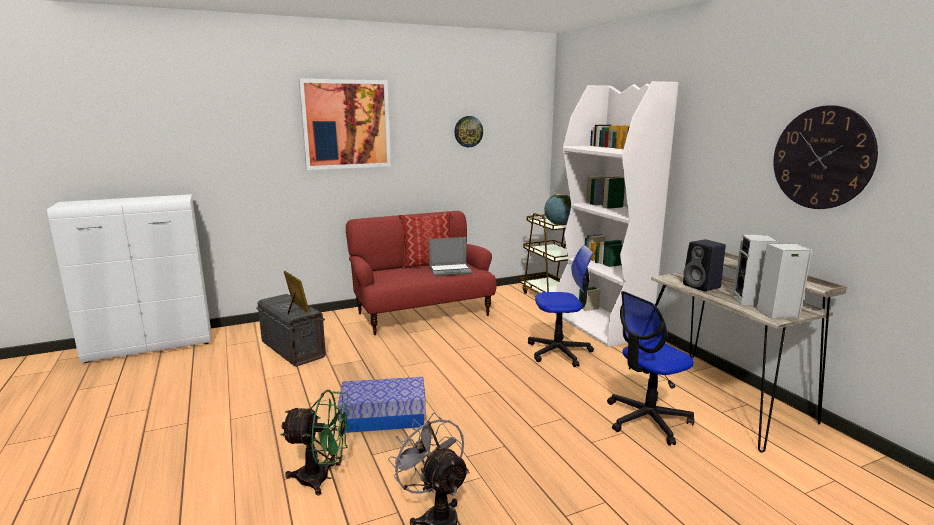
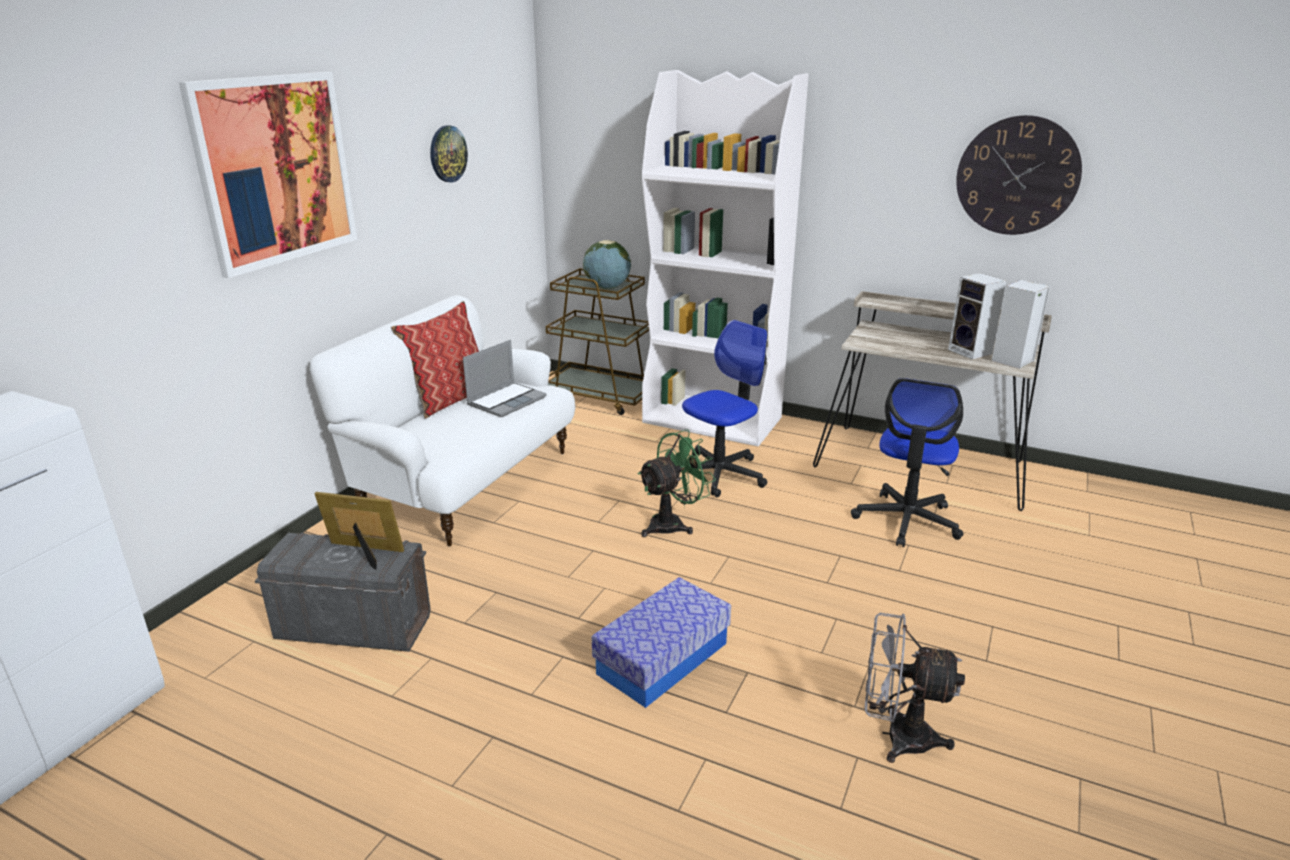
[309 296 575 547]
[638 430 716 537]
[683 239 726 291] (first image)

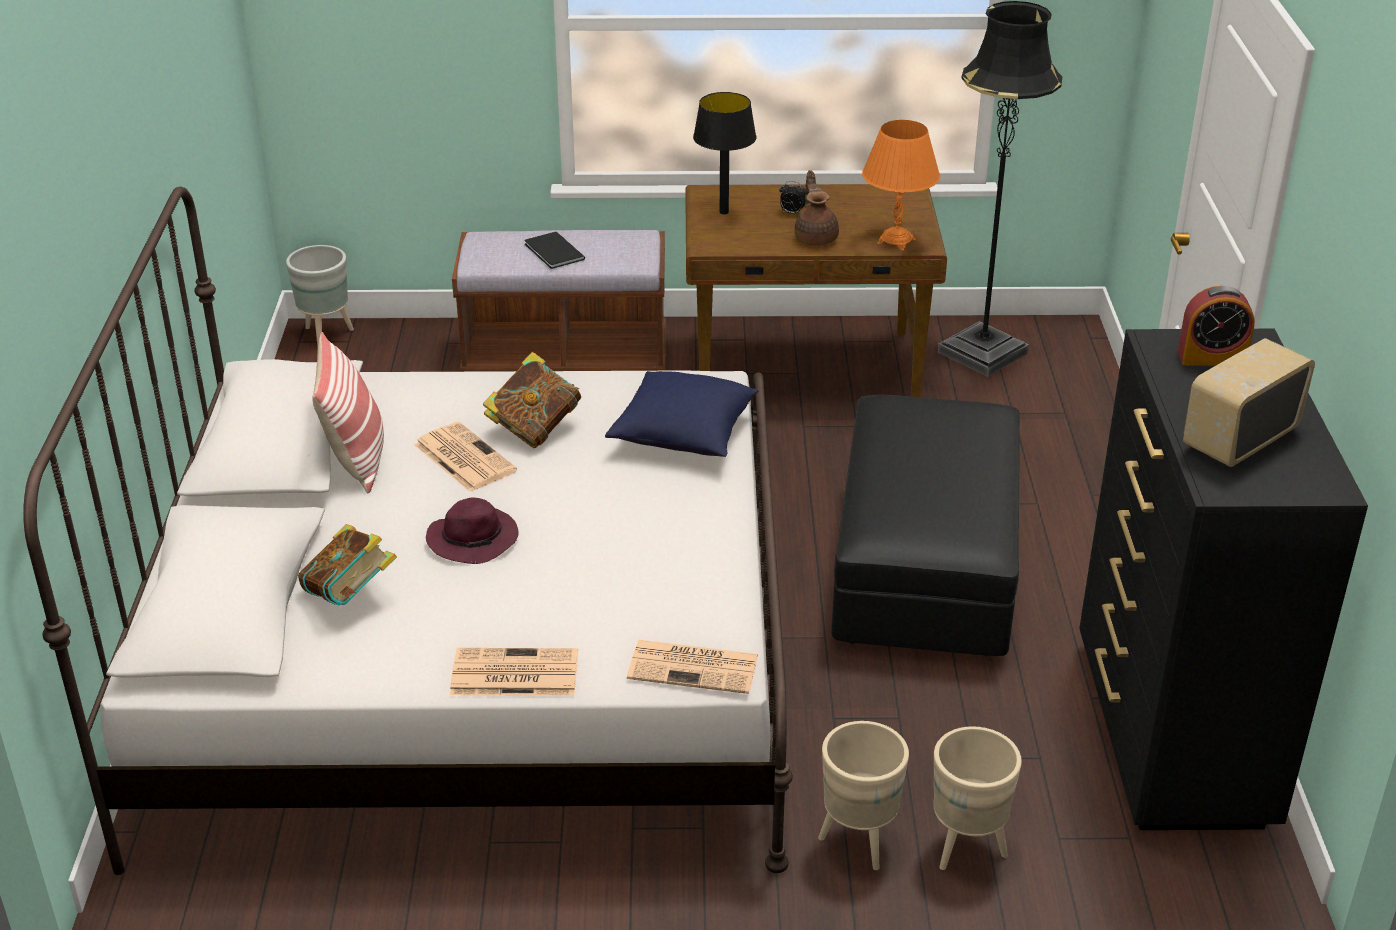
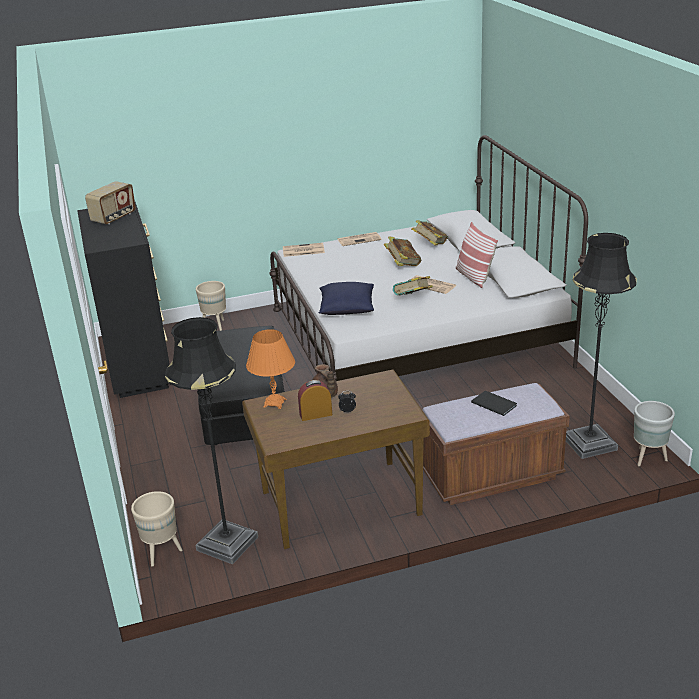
[131 491 182 566]
[298 380 332 421]
[384 237 421 266]
[566 233 637 459]
[693 92 756 214] (first image)

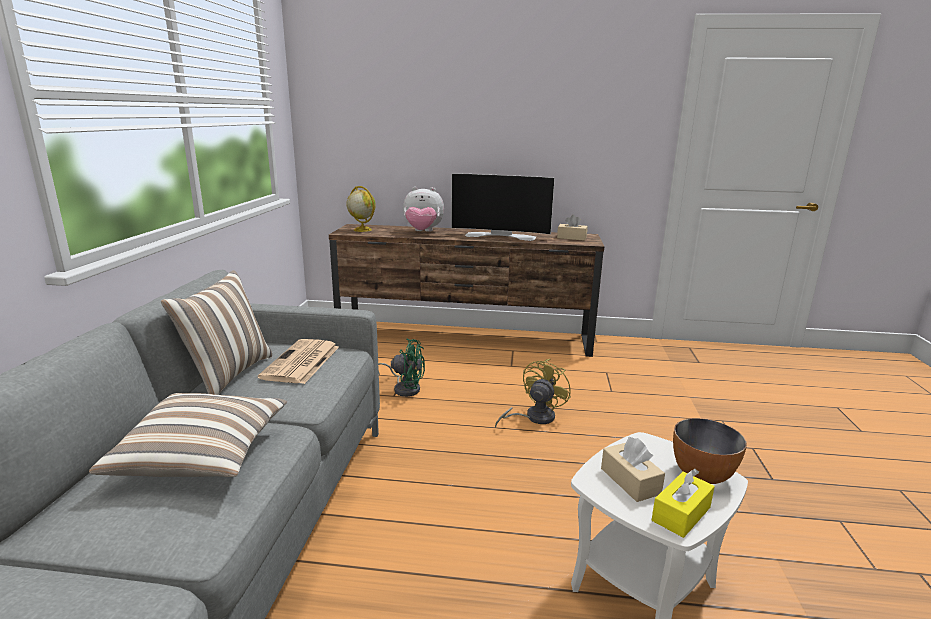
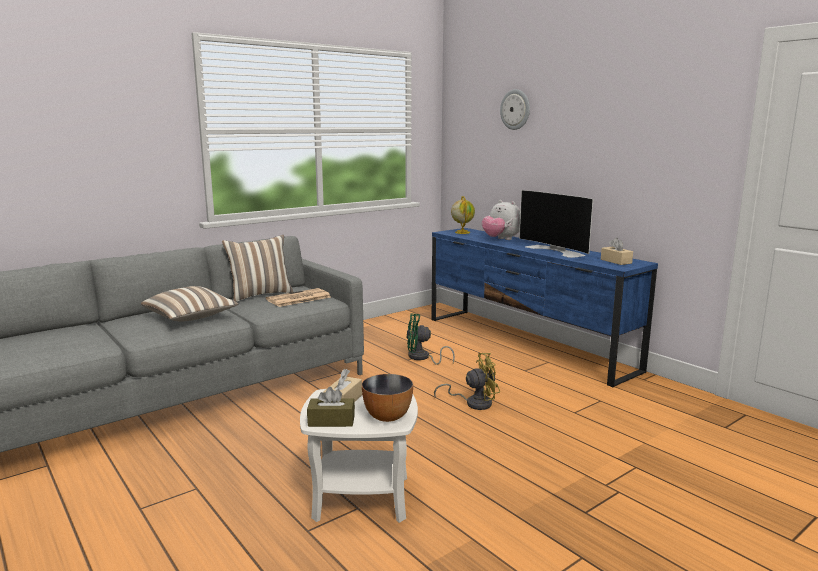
[307 387 355 427]
[406 314 455 365]
[432 228 658 387]
[500 89 530 130]

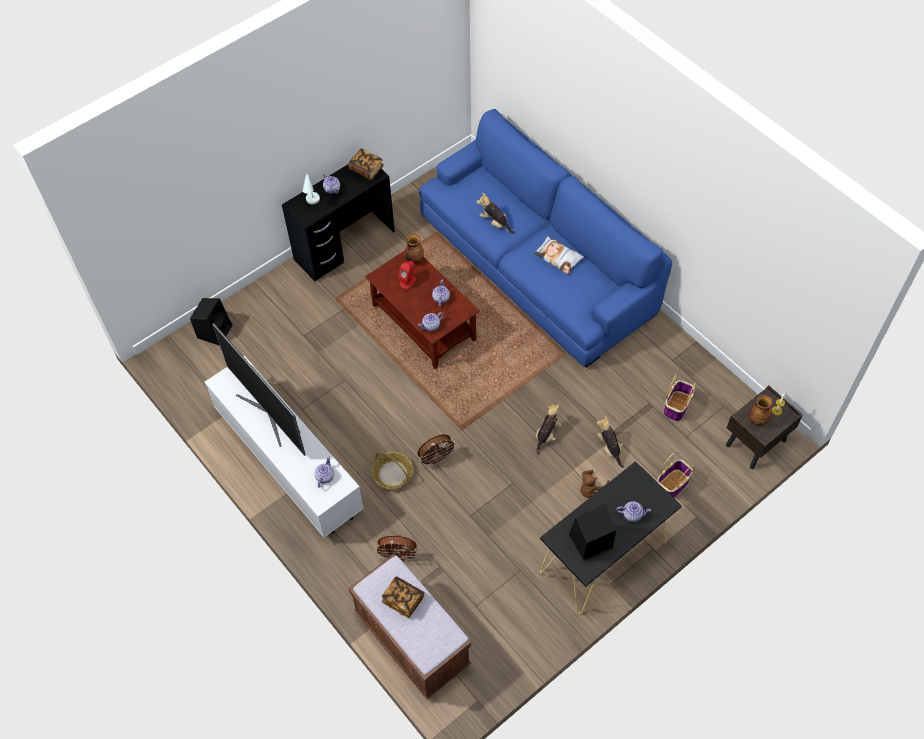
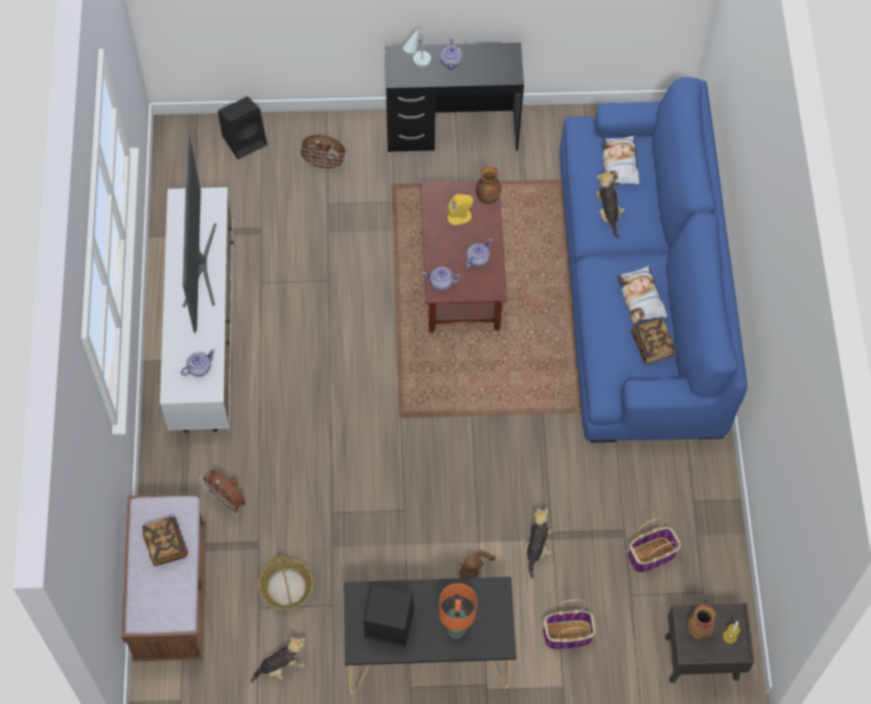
[251 636 305 683]
[258 554 314 610]
[297 135 347 172]
[439 583 477 639]
[447 194 473 225]
[602 135 639 185]
[631 318 675 365]

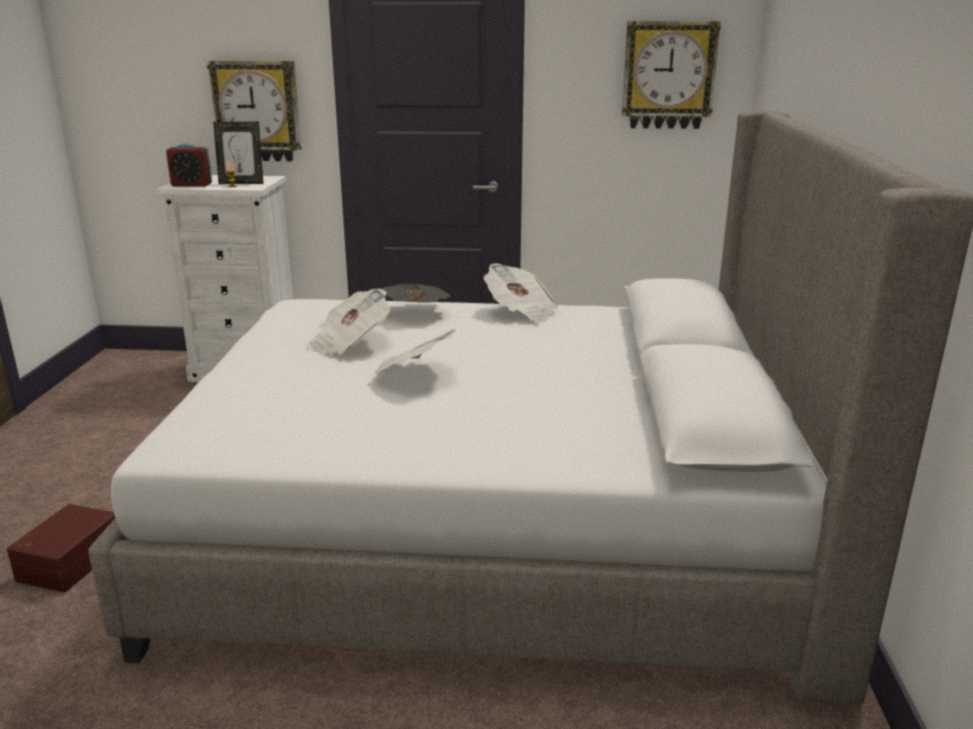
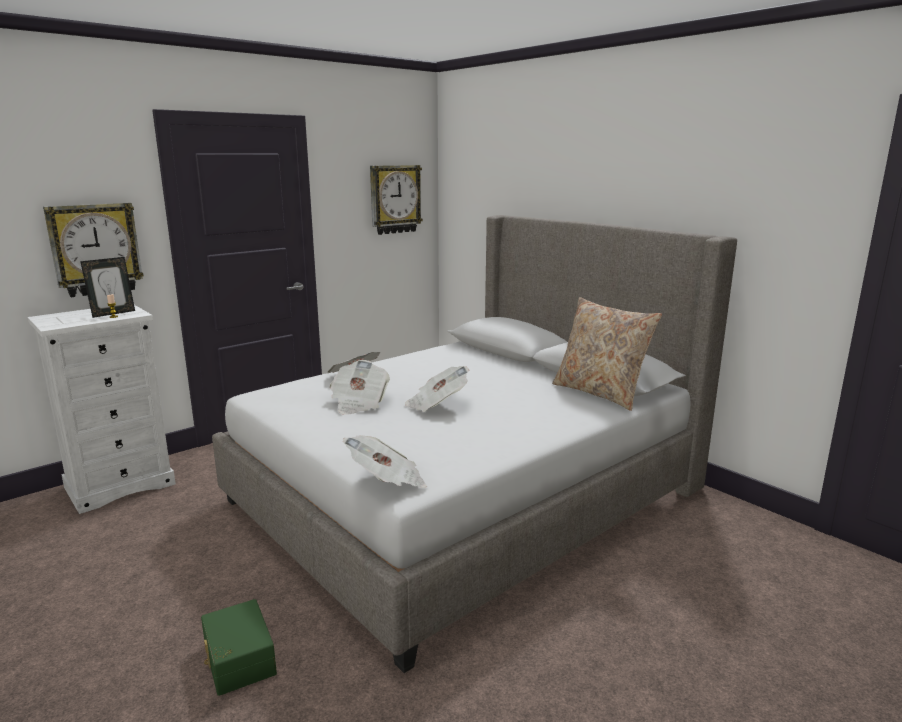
[201 599 277 696]
[343 436 427 488]
[552 297 662 411]
[166 143 212 187] (first image)

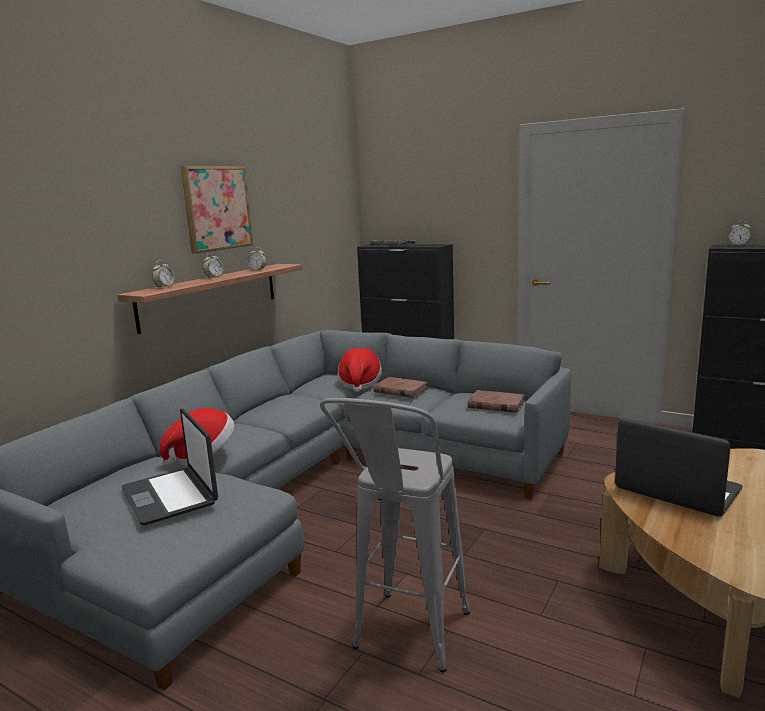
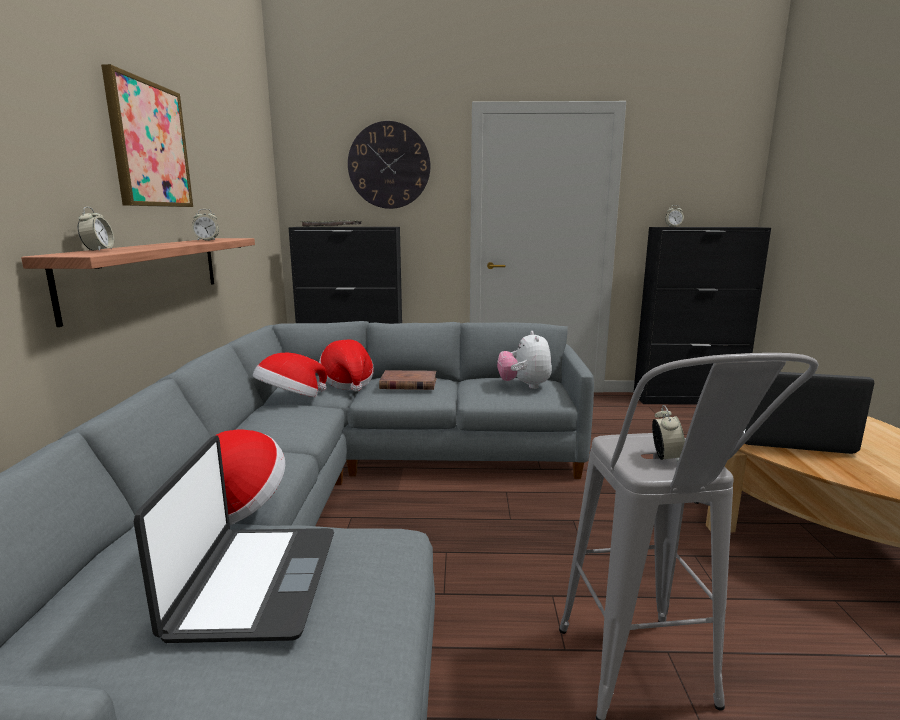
[134 435 334 643]
[253 353 327 397]
[348 121 430 209]
[497 331 552 389]
[652 405 685 463]

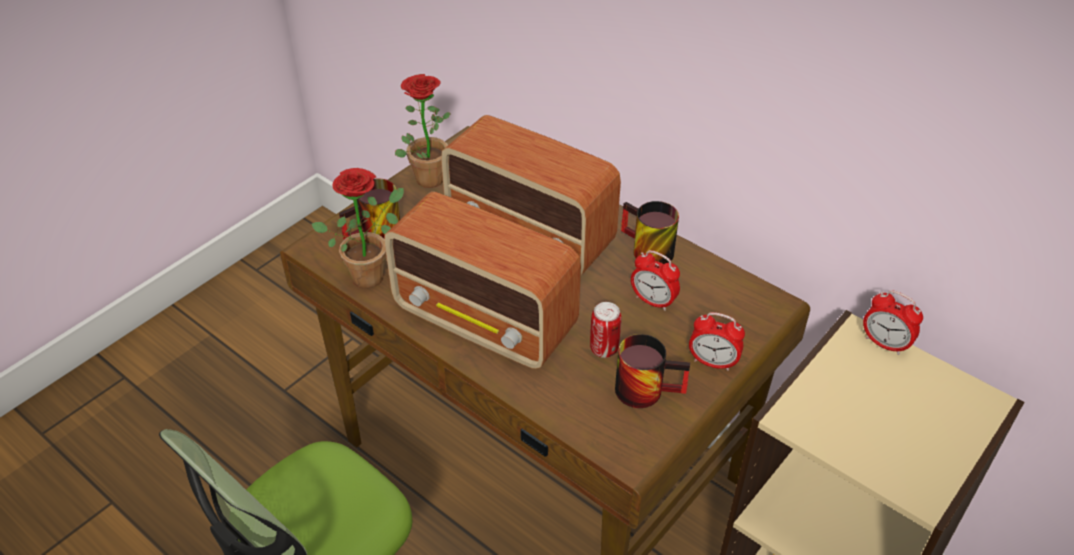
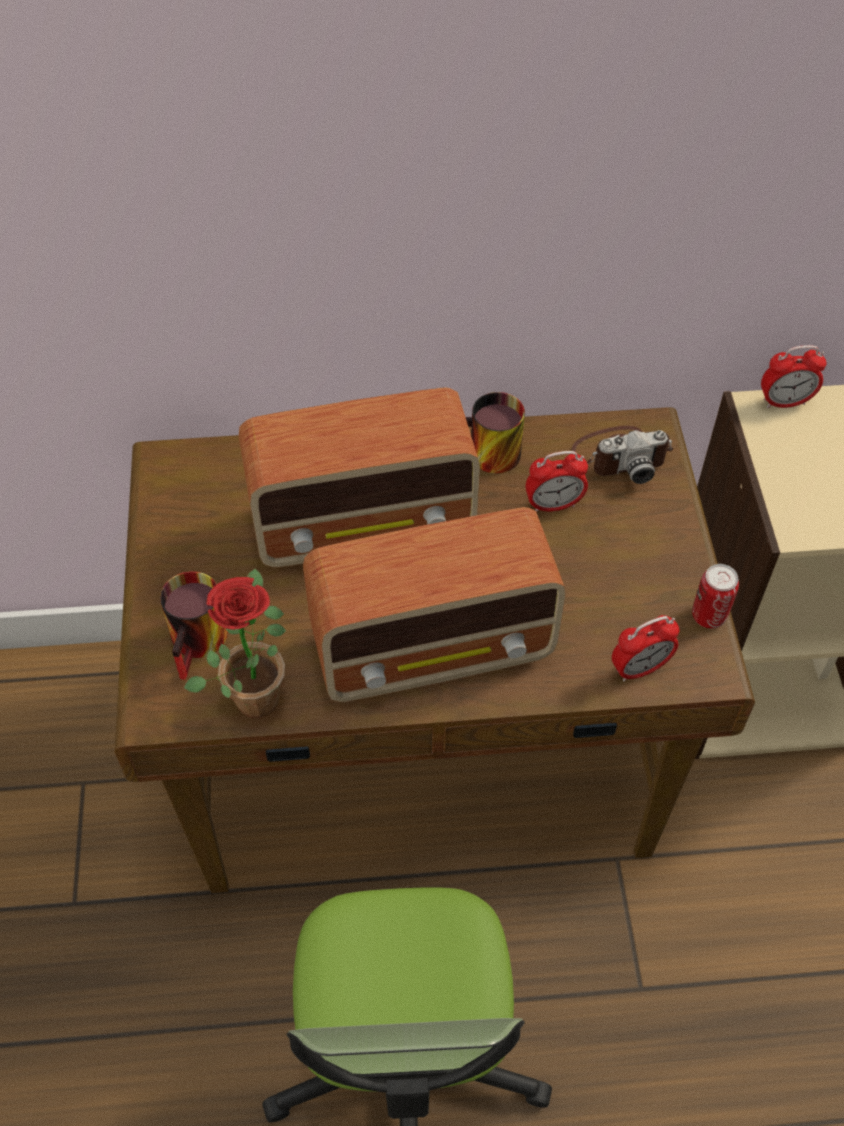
[572 426 673 484]
[612 615 679 682]
[692 564 739 629]
[395 74 451 188] (first image)
[615 334 690 408] (first image)

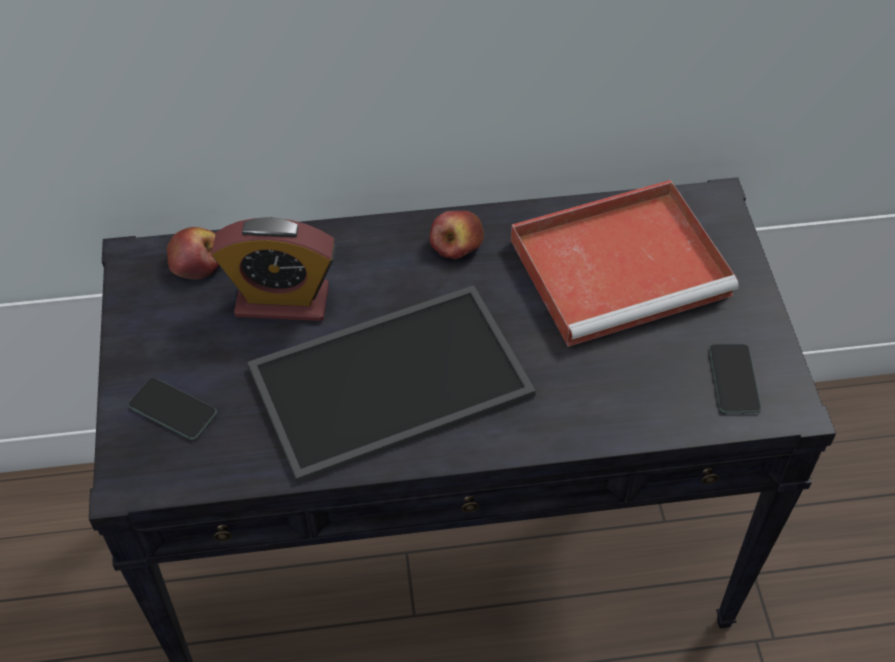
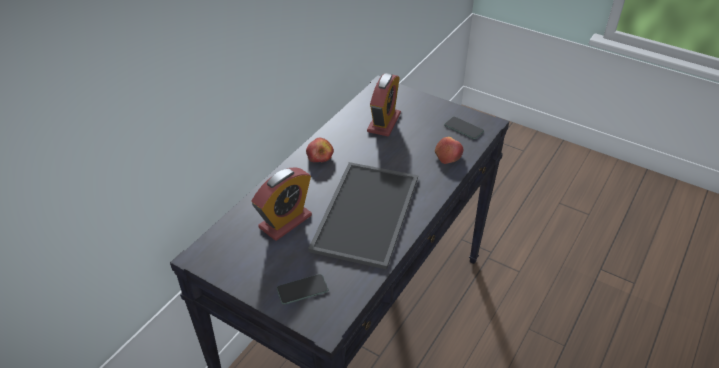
[367 73 401 136]
[435 137 463 164]

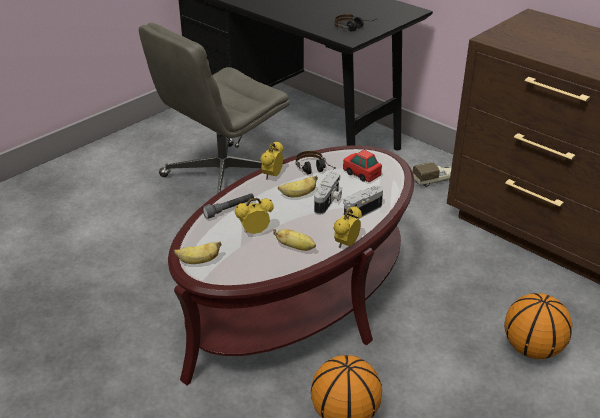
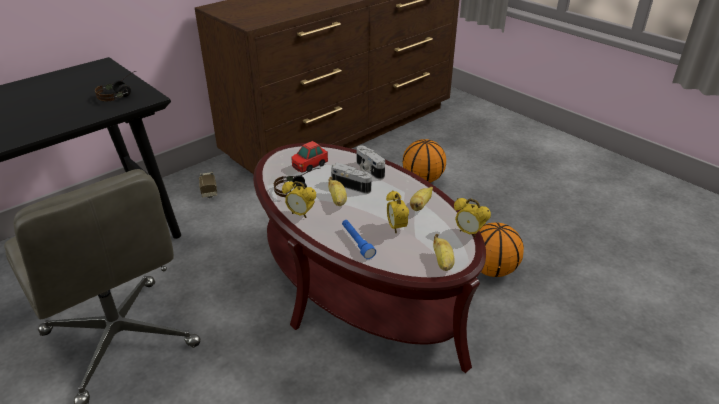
[342 220 376 259]
[454 198 491 238]

